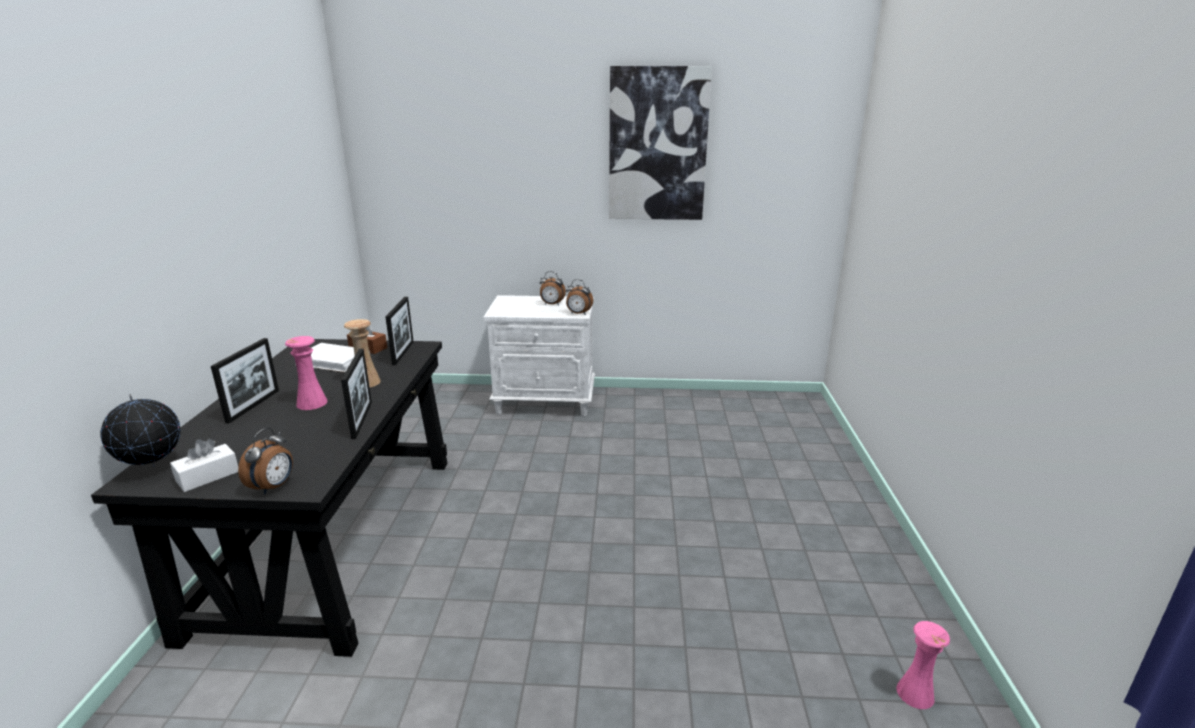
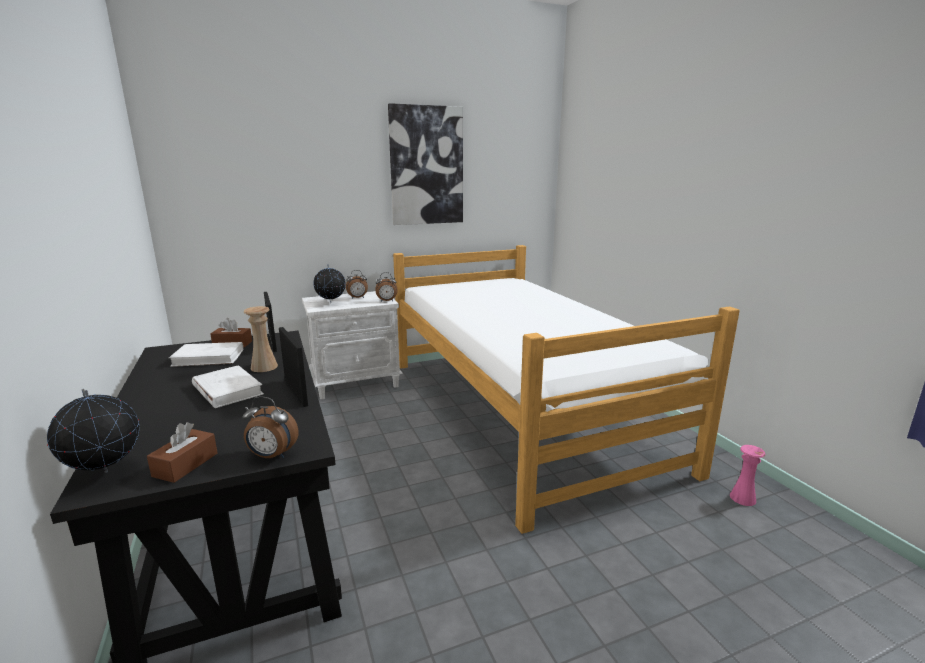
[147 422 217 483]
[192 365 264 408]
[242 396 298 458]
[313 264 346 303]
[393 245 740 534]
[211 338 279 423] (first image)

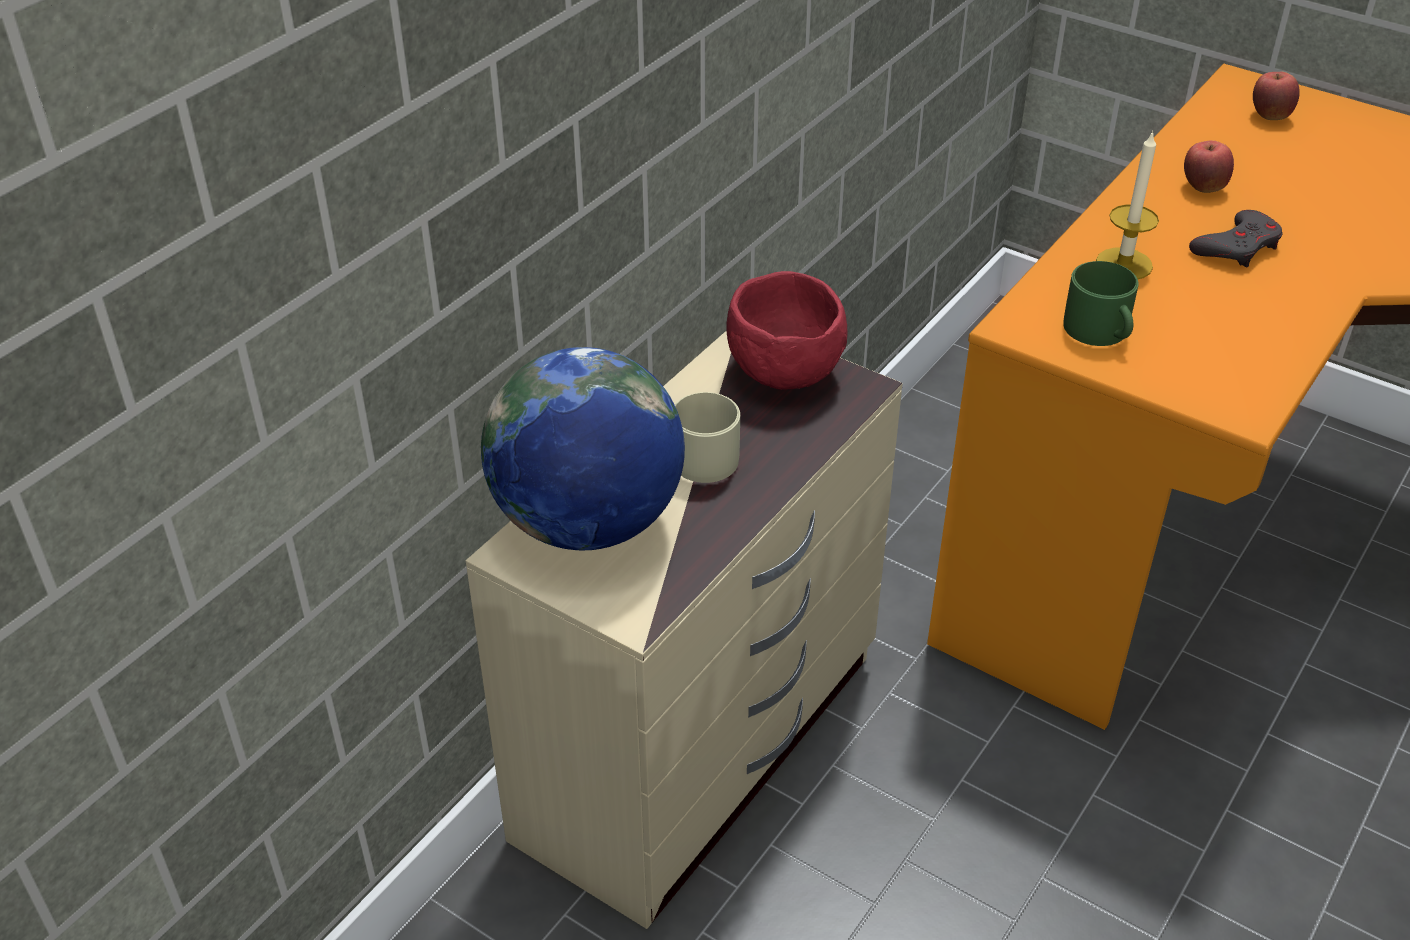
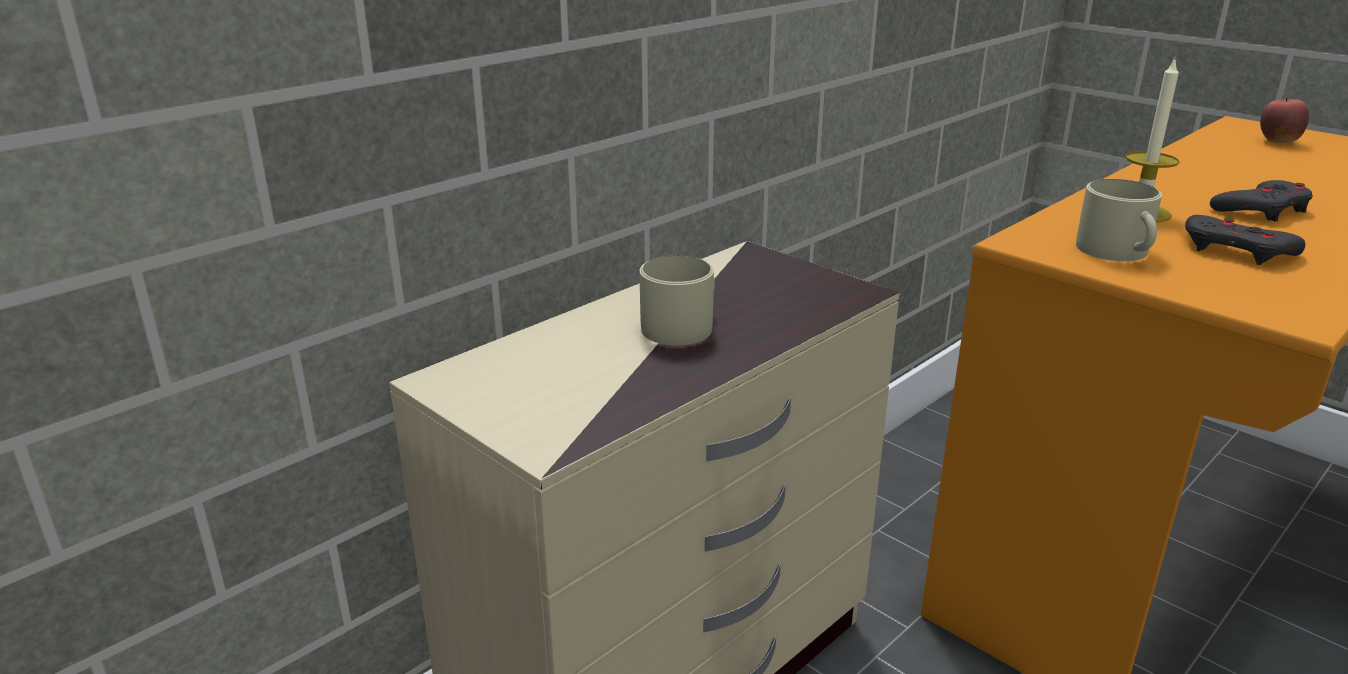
[1076 179 1162 261]
[1185 215 1305 265]
[481 347 685 550] (first image)
[726 271 847 390] (first image)
[1184 140 1234 193] (first image)

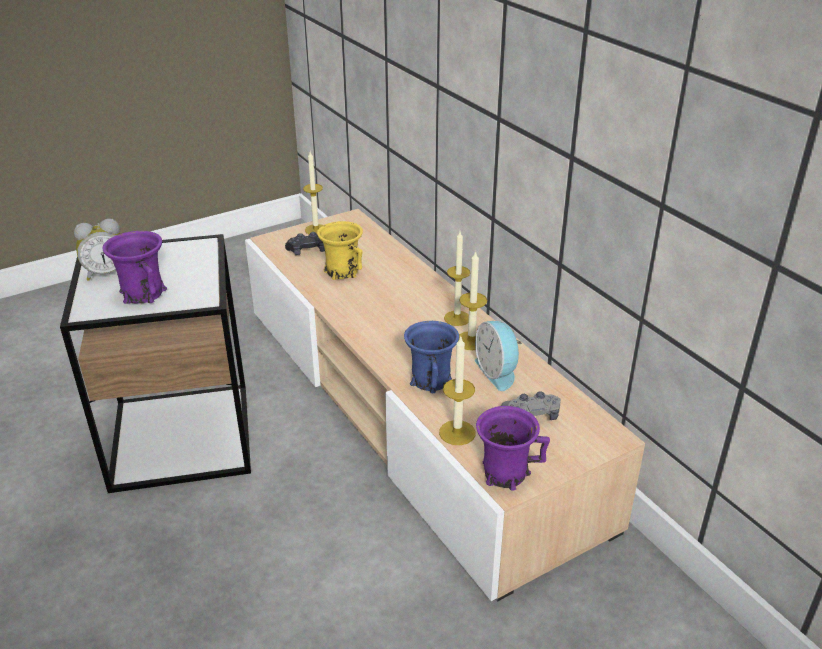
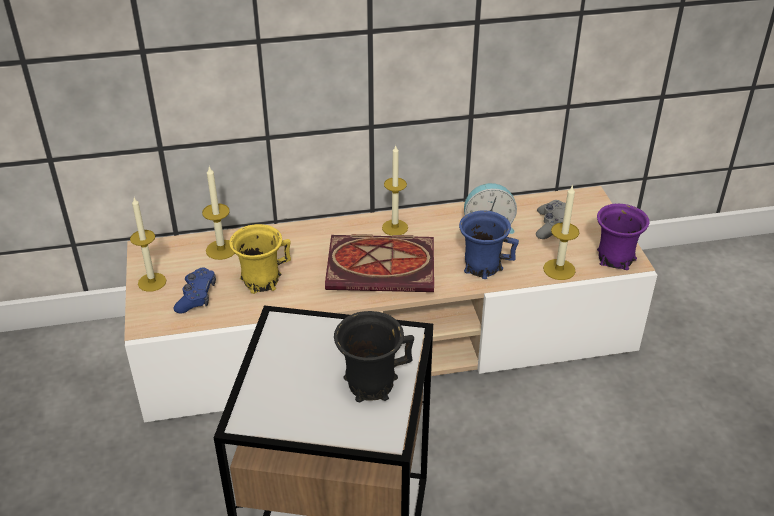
[173 267 216 313]
[202 166 235 260]
[325 234 434 292]
[334 311 414 402]
[74 219 120 281] (first image)

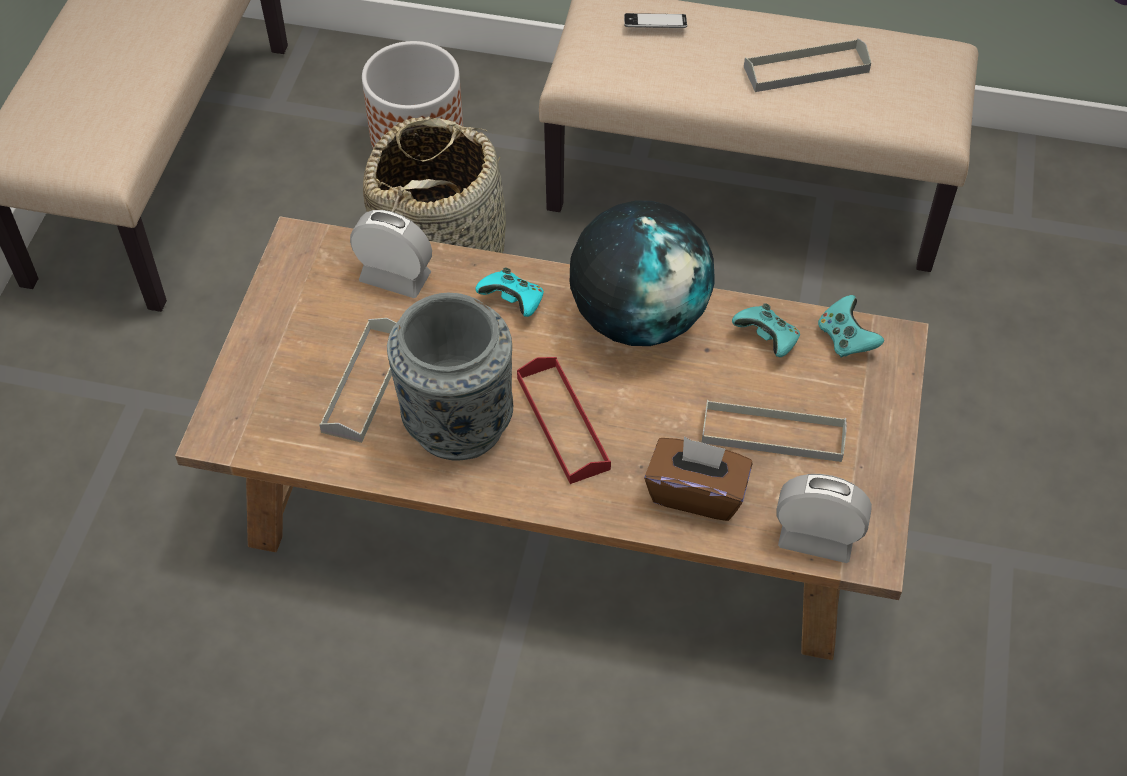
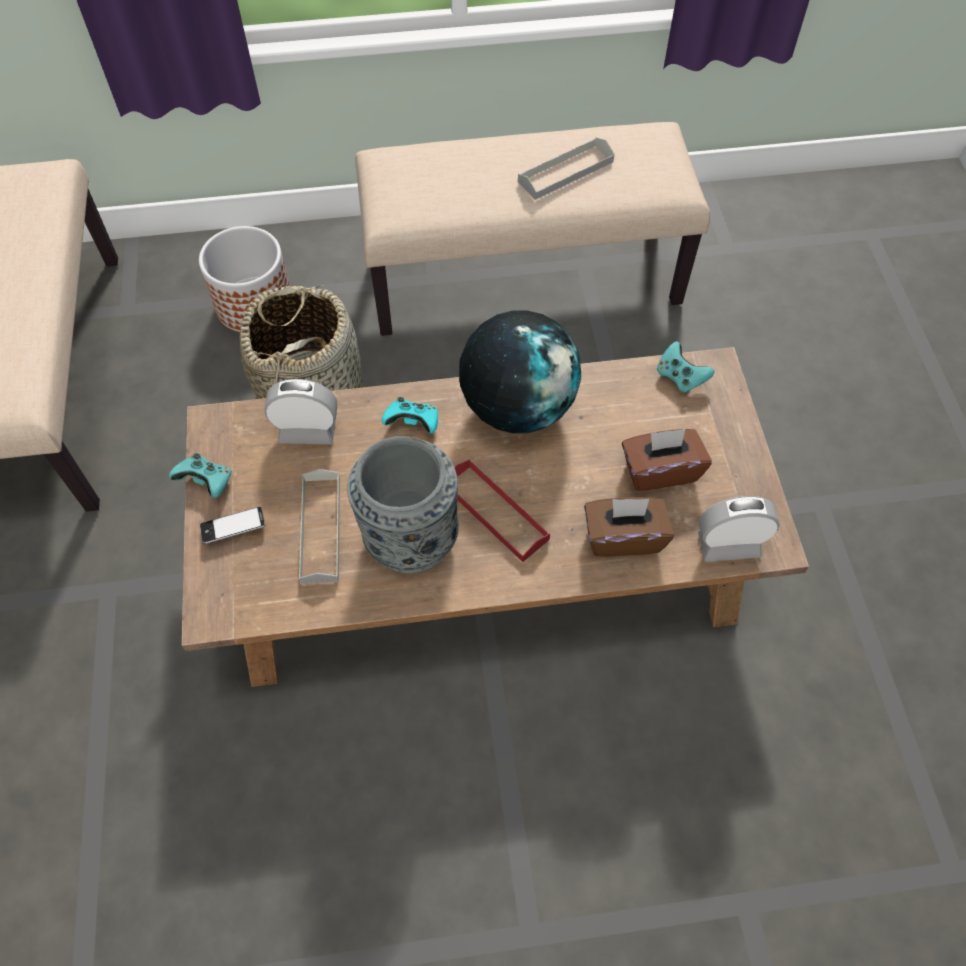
[169 453 232 498]
[200 507 265 544]
[622 429 712 491]

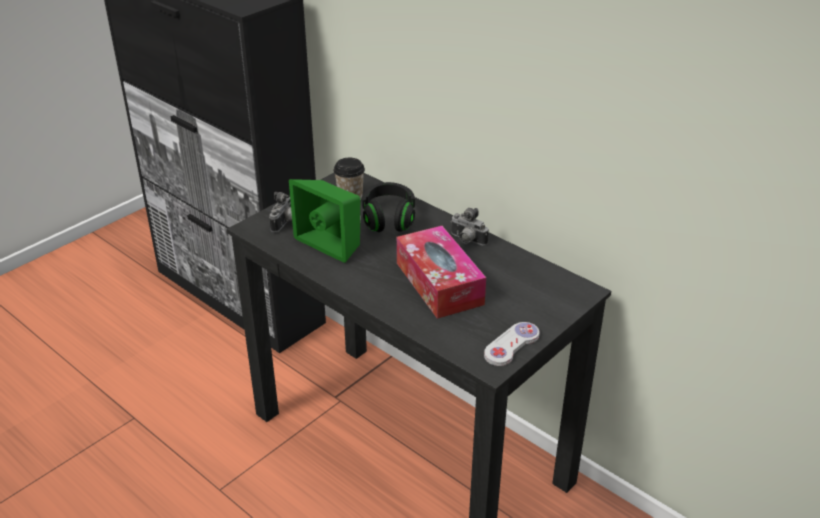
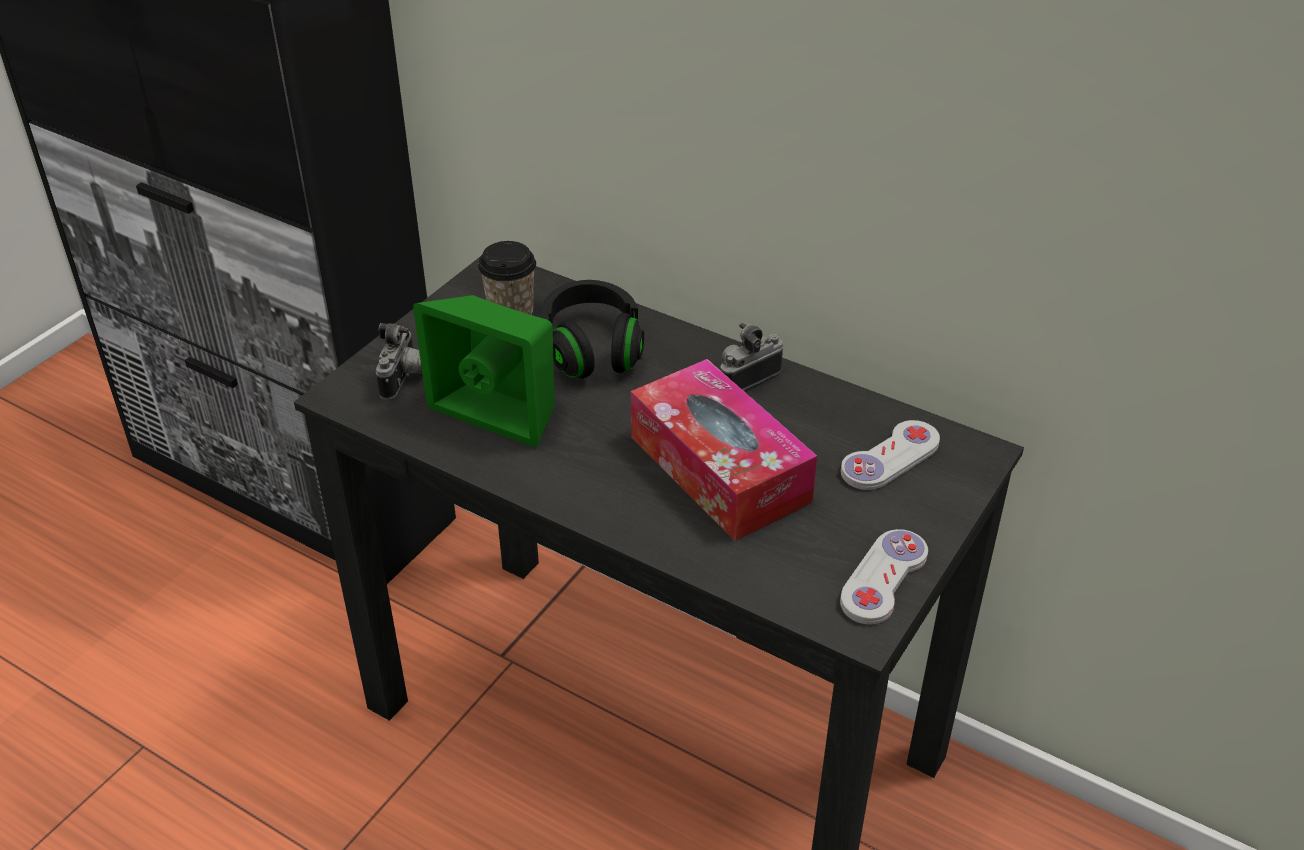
[720 323 783 390]
[841 420 940 490]

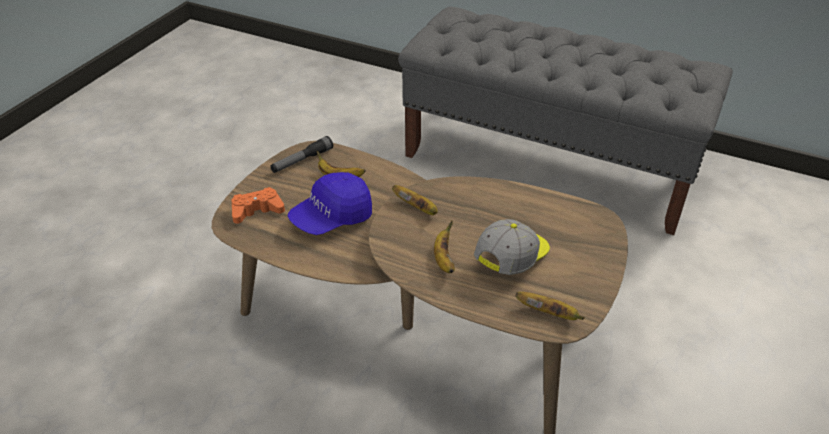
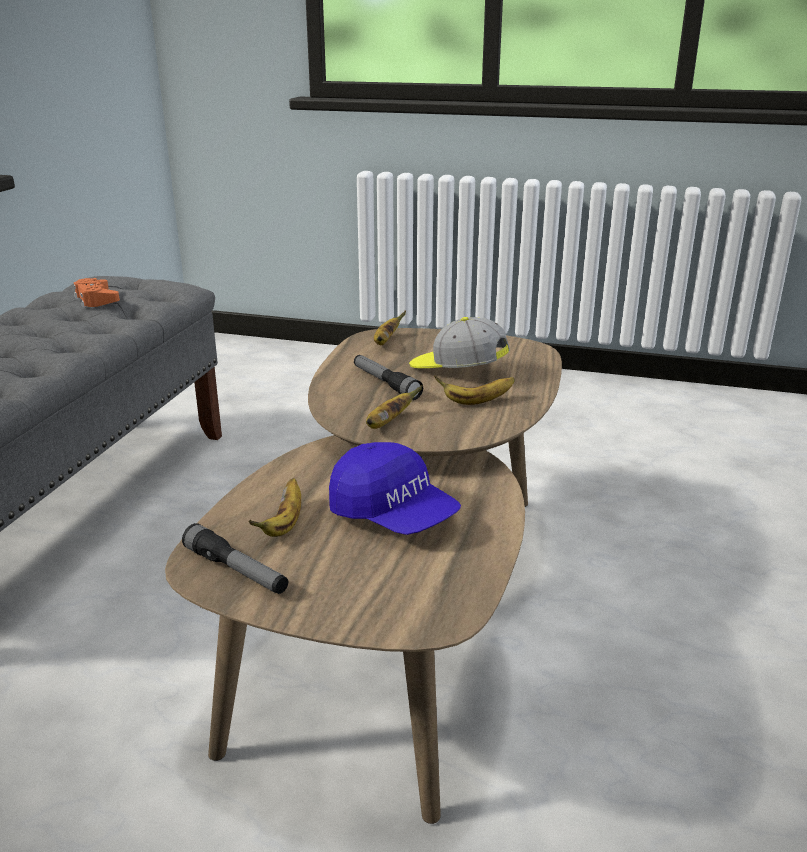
[73 278 120 308]
[354 355 423 400]
[374 310 406 345]

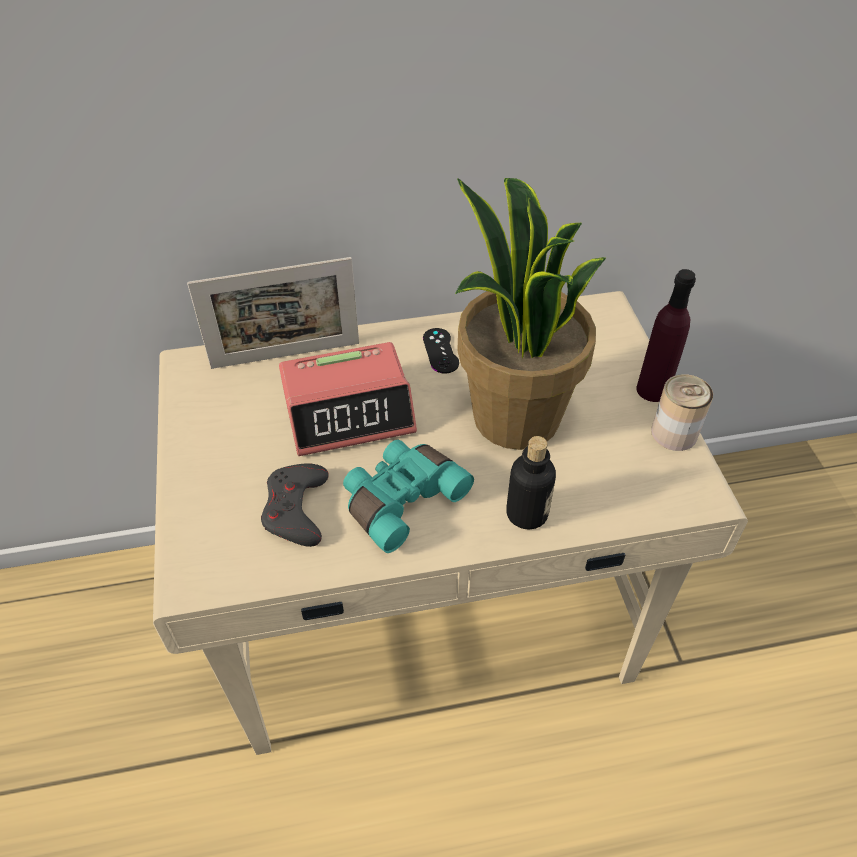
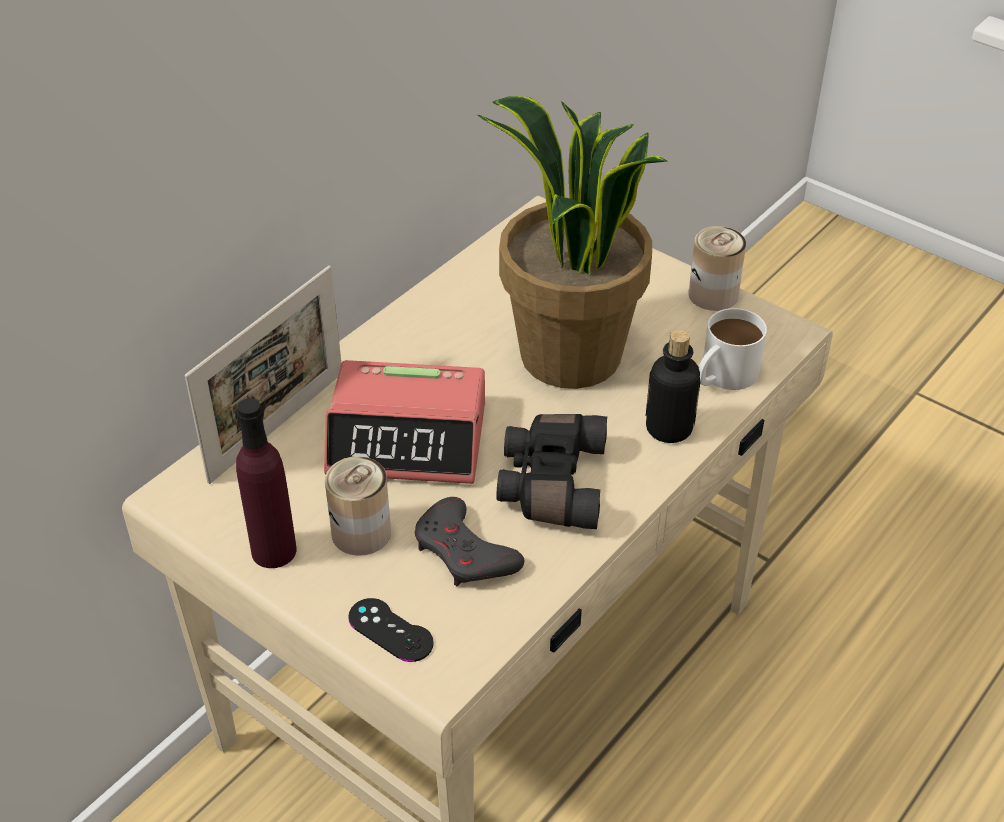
[236 398 296 568]
[324 360 485 484]
[325 456 391 556]
[348 598 434 662]
[496 414 607 529]
[699 308 767 390]

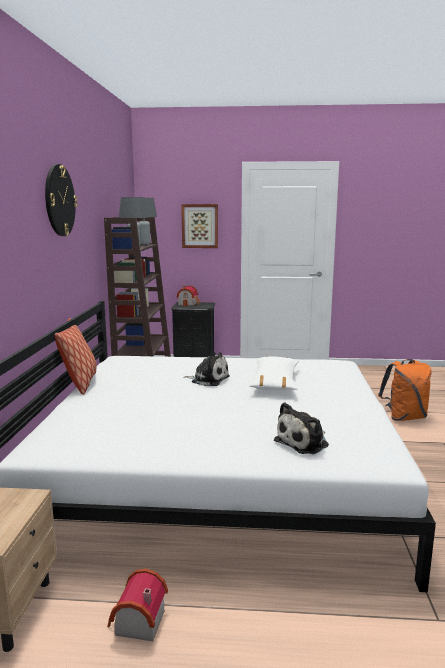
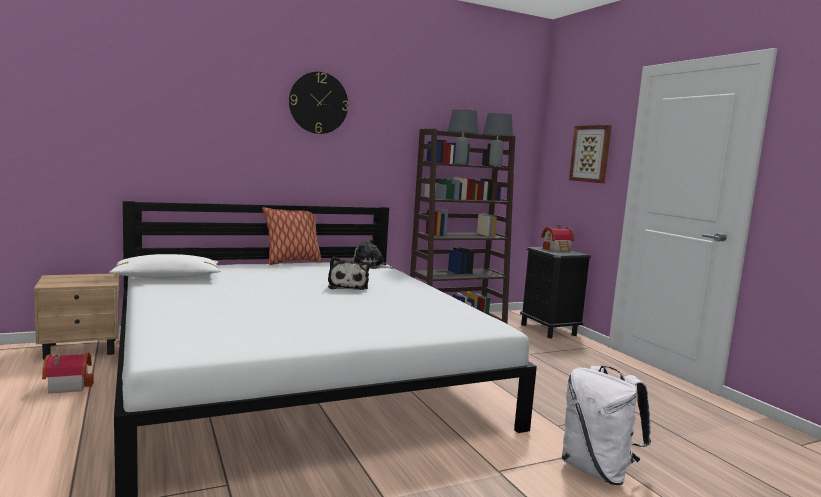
[109 254 221 279]
[353 238 394 269]
[562 365 651 485]

